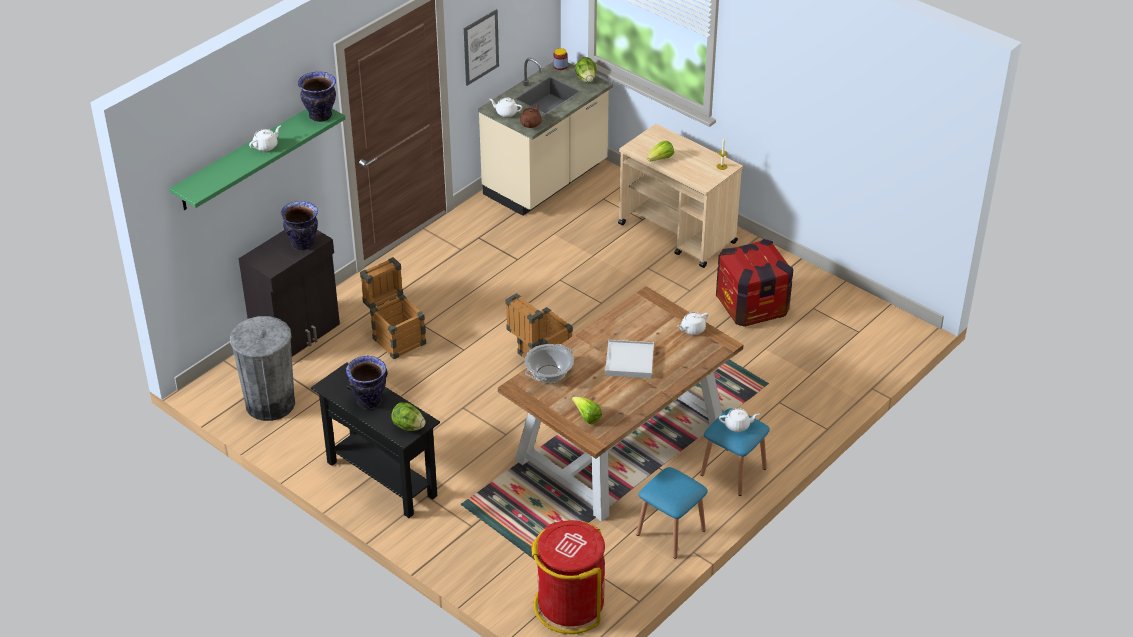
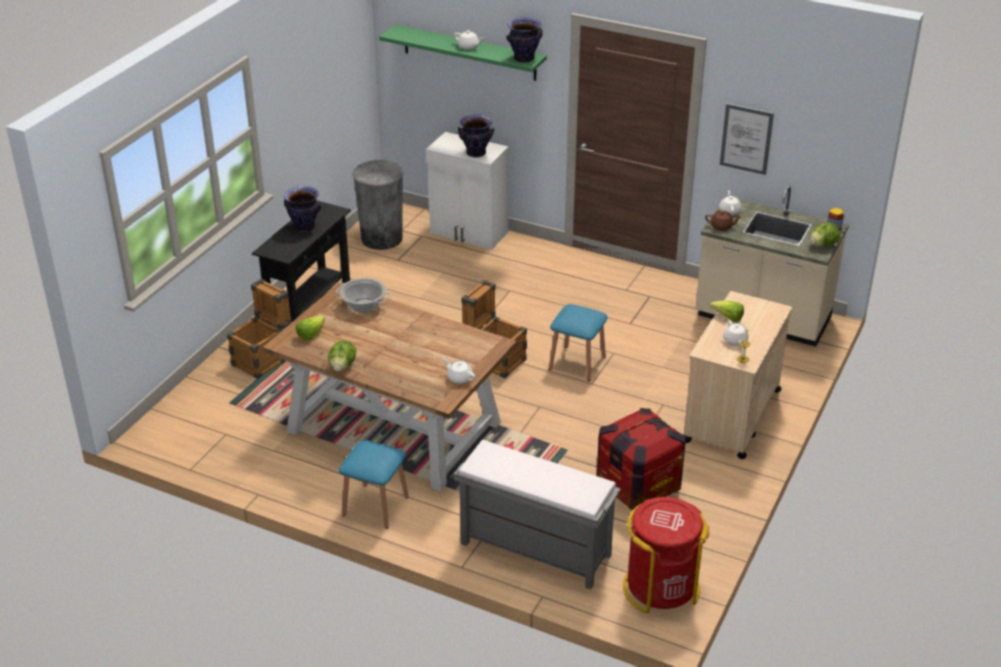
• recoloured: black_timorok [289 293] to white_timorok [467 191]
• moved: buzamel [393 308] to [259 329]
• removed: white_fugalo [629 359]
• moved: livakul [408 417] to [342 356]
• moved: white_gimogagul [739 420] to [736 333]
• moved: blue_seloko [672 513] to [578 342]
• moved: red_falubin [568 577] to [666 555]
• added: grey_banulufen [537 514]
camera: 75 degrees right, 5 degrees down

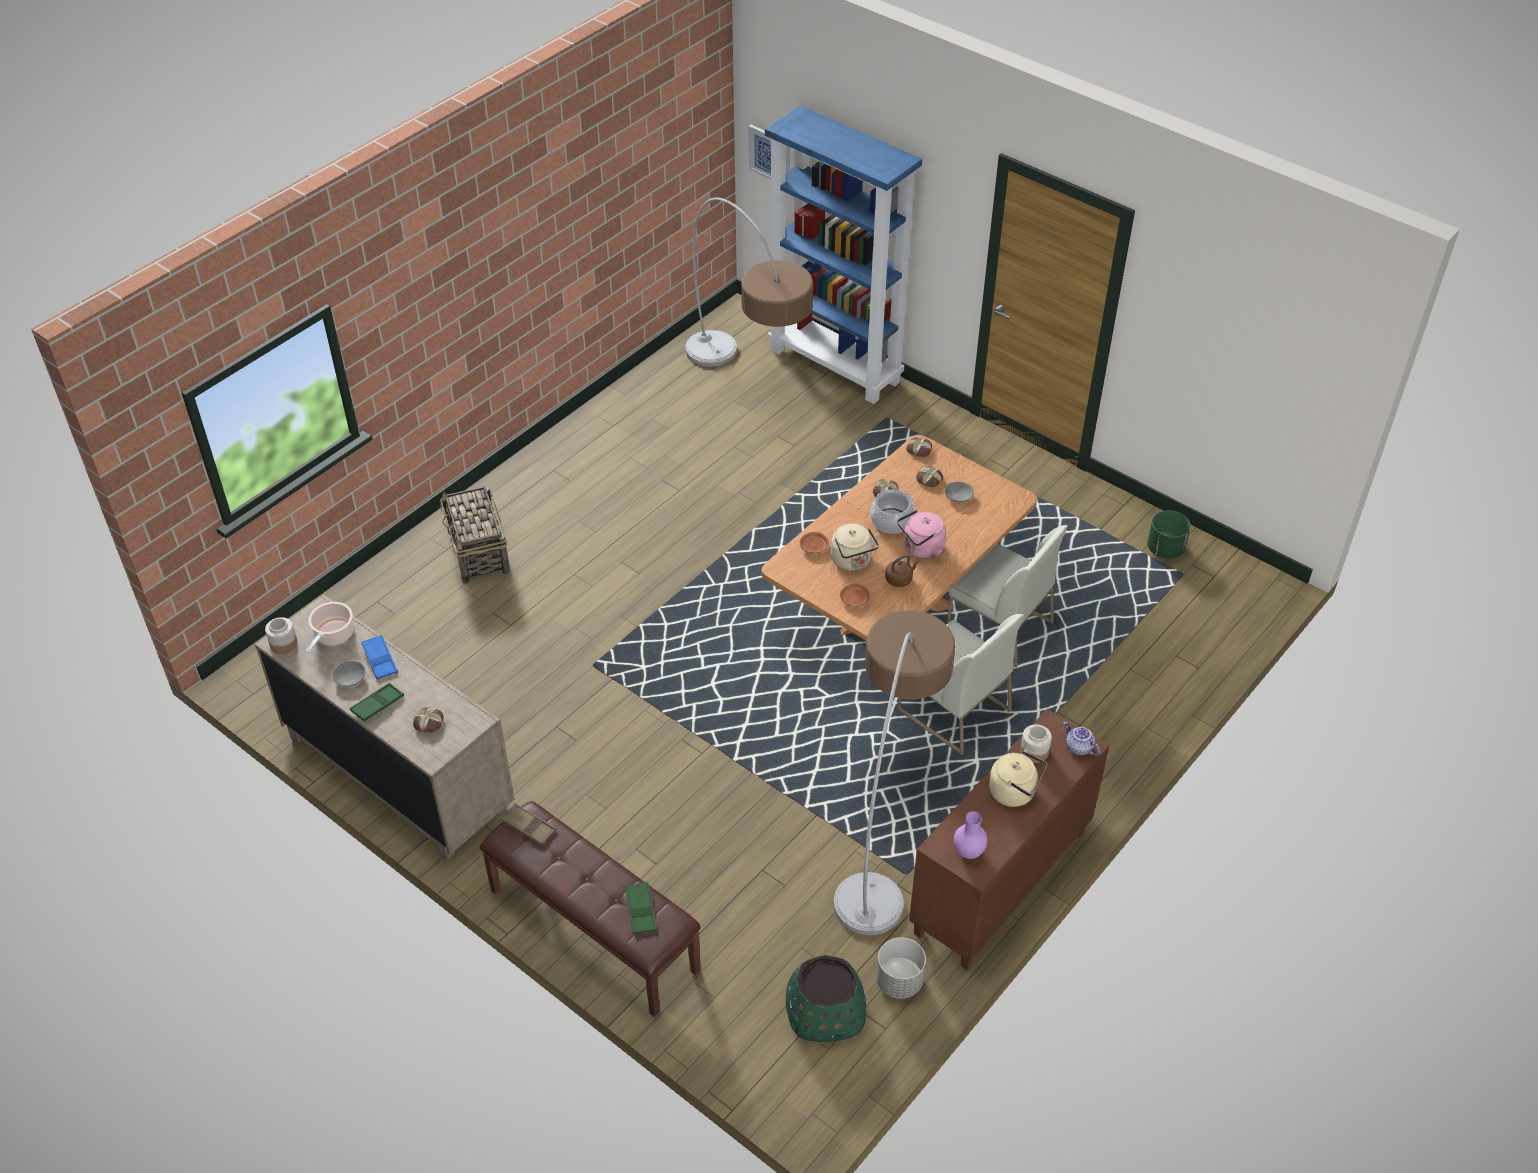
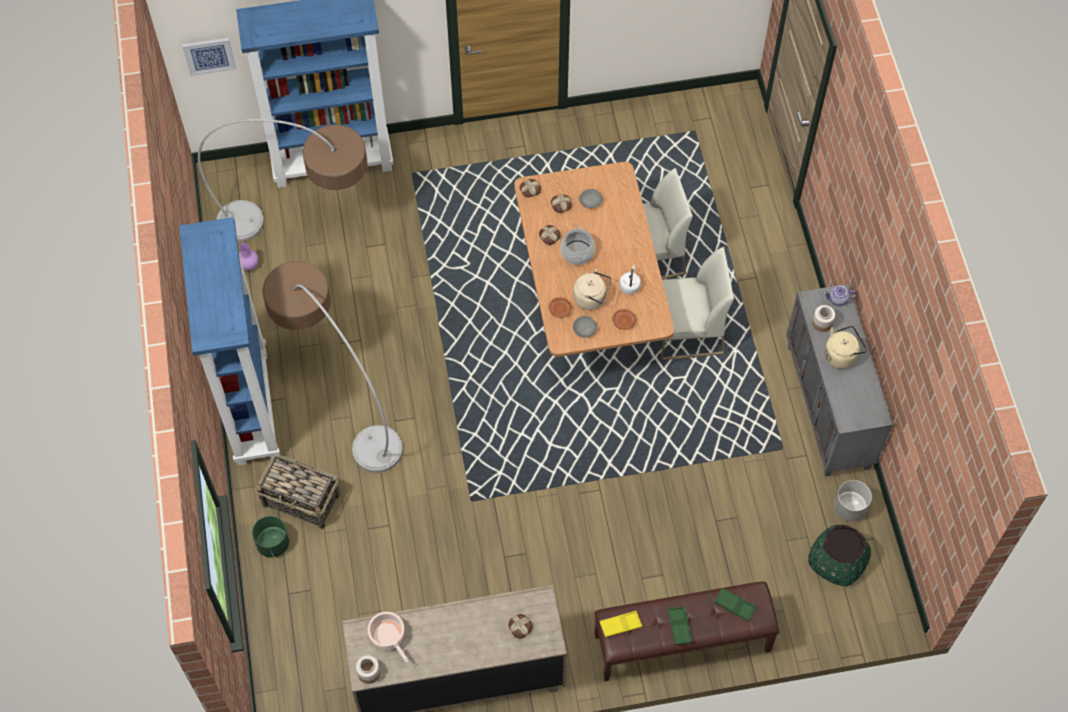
• removed: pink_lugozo [921 534]
• moved: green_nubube [1169 535] to [271 537]
• recoloured: brown_lugozo [902 571] to white_lugozo [630 279]
• moved: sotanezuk [895 772] to [333 367]
• removed: blue_fugalo [379 657]
• moved: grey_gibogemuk [349 674] to [585 326]
• moved: green_fugalo [377 702] to [680 625]
• recoloured: brown_timorok [1009 839] to grey_timorok [839 380]
• recoloured: brown_fugalo [528 825] to yellow_fugalo [621 624]
• moved: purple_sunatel [970 835] to [248 257]
• added: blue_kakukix [229 341]
camera: 50 degrees left, 15 degrees up

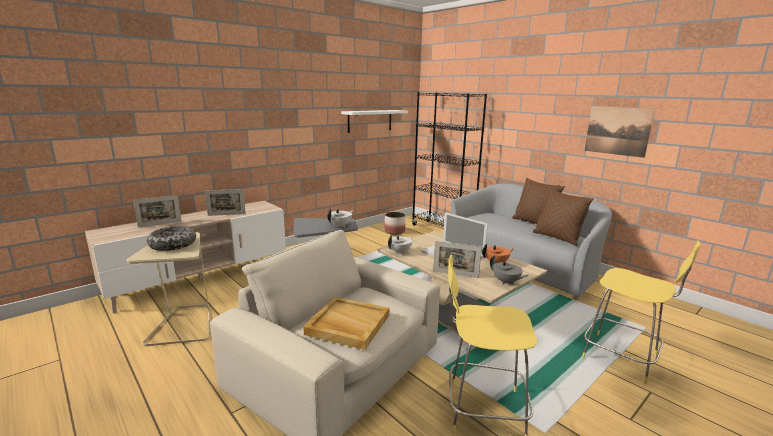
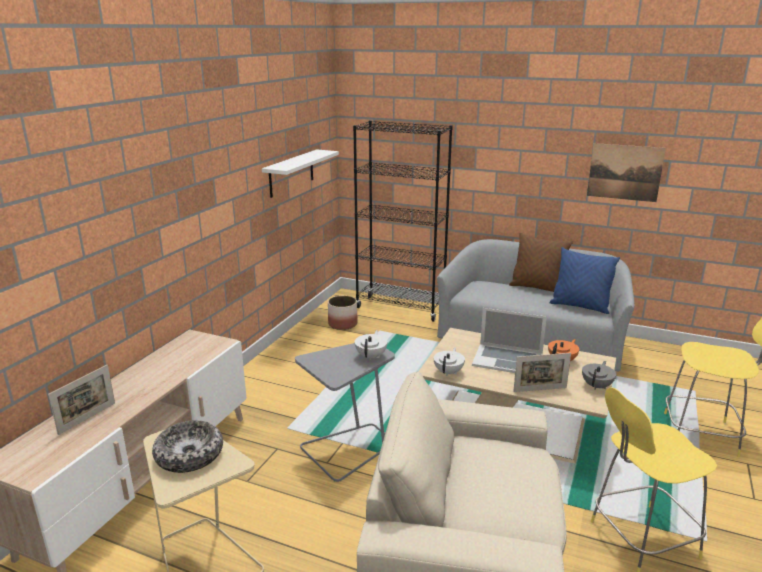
• recoloured: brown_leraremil [563 217] to blue_leraremil [585 280]
• removed: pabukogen [225 202]
• turned: grey_gimogagul [509 270] = [599 375] 75 degrees counterclockwise
• removed: beige_fugalo [346 323]
camera: 25 degrees left, 5 degrees up

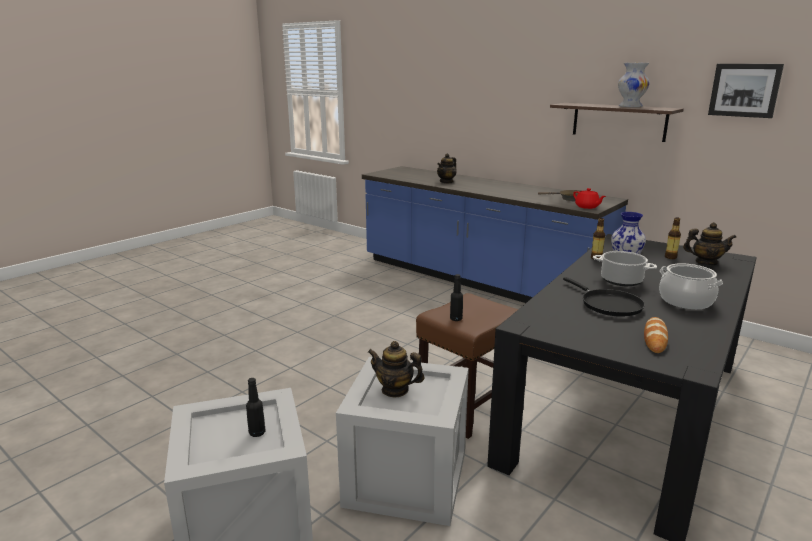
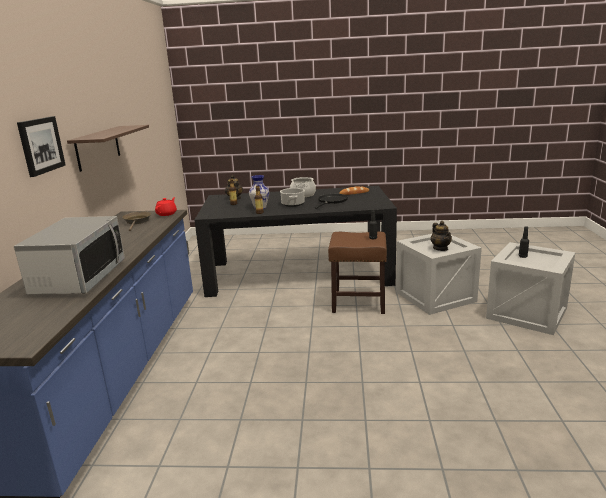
• removed: white_sunatel [634 85]
• moved: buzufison [746 91] to [41 146]
• replaced: gimogagul [446 168] to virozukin [69 255]
camera: 125 degrees left, 0 degrees up

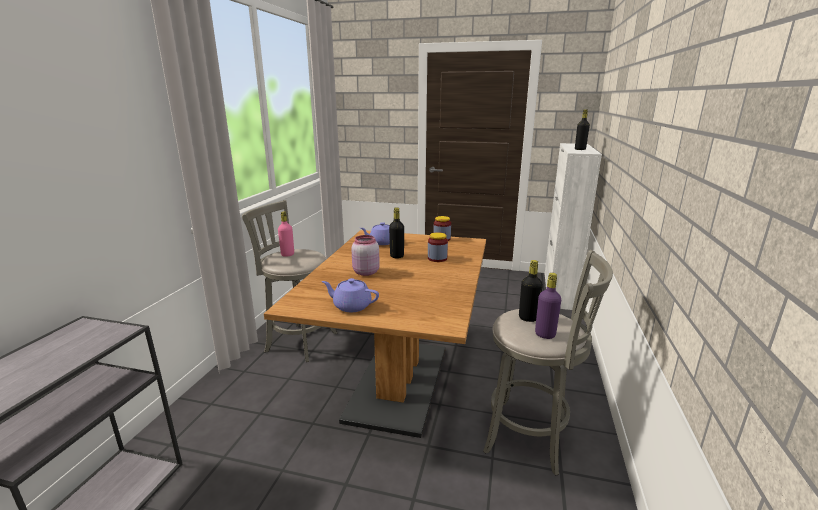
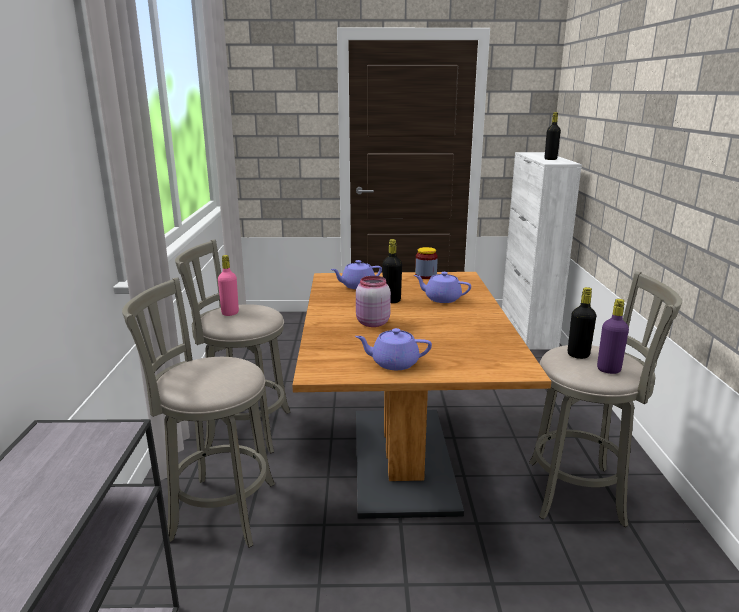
• replaced: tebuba [438 247] to purple_gimogagul [442 287]
• added: grey_seloko [198 412]
camera: 15 degrees left, 0 degrees up

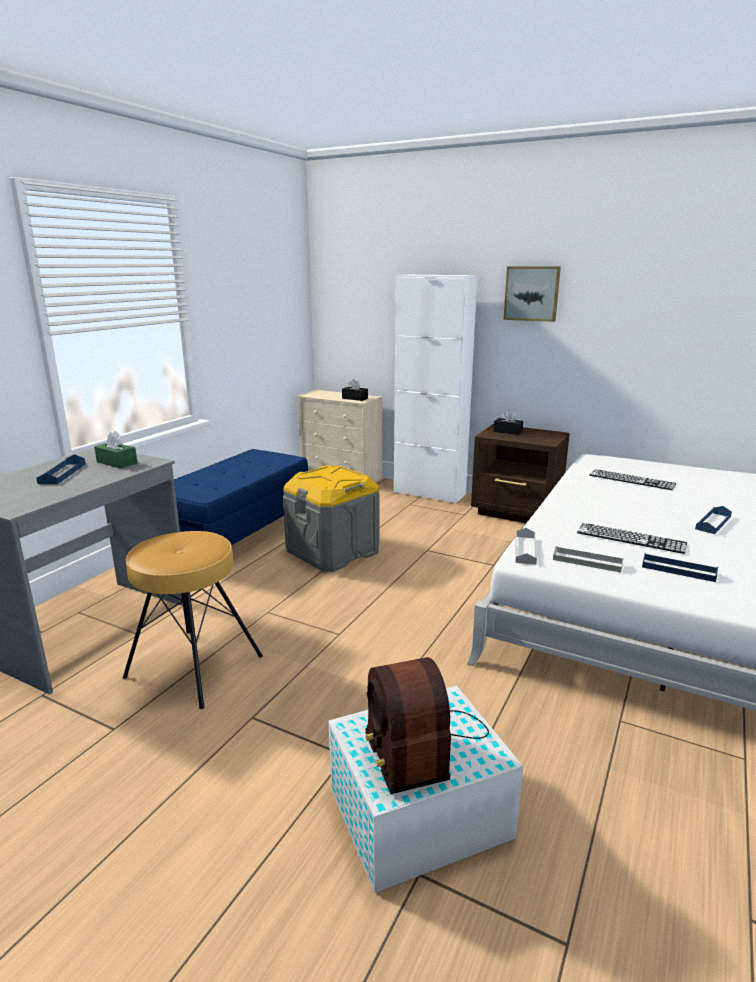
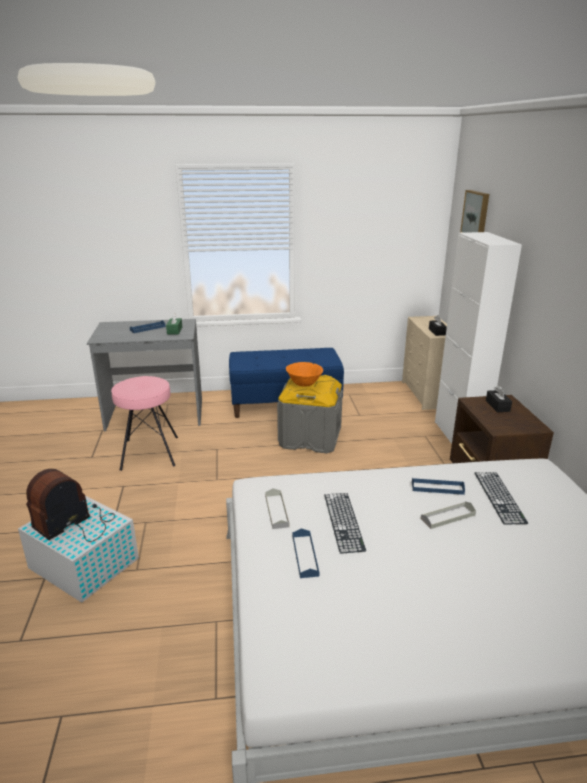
• moved: buzufison [532 294] to [474 211]
• moved: blue_fugalo [713 520] to [438 486]
• moved: grey_fugalo [526 546] to [448 515]
• recoloured: brown_seloko [193 620] to pink_seloko [144 423]
• added: orange_gibogemuk [304 374]
camera: 55 degrees right, 5 degrees up

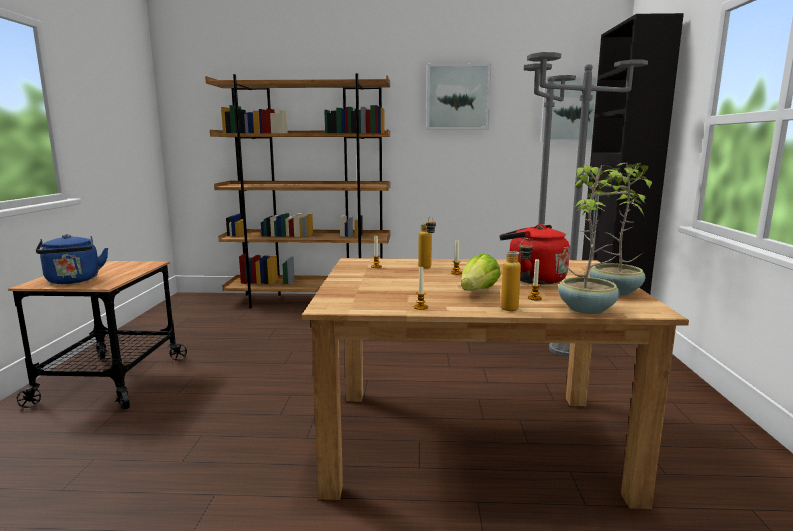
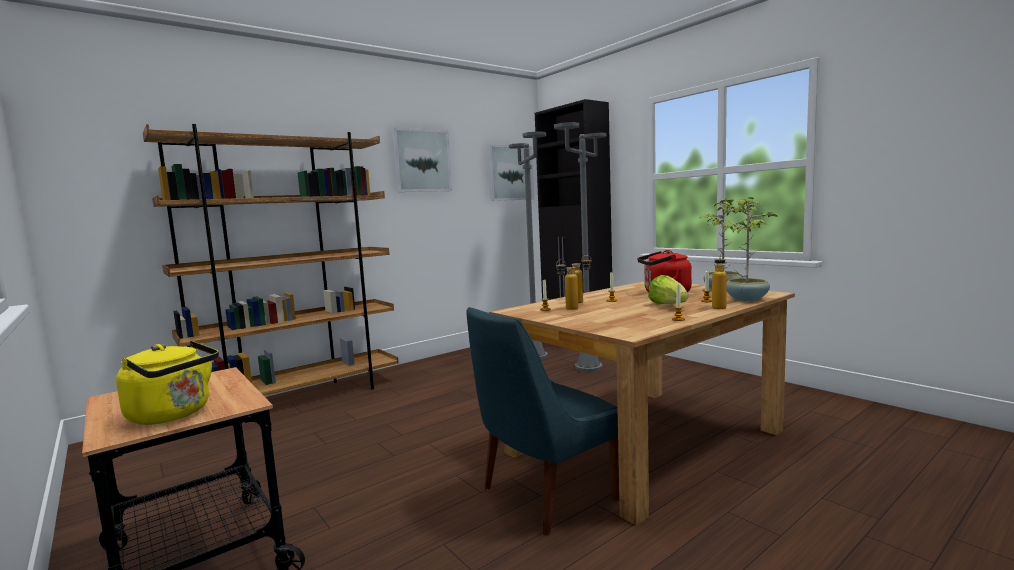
• recoloured: blue_lugozo [72 259] to yellow_lugozo [167 383]
• added: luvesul [567 284]
• added: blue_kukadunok [542 421]
camera: 40 degrees left, 5 degrees down

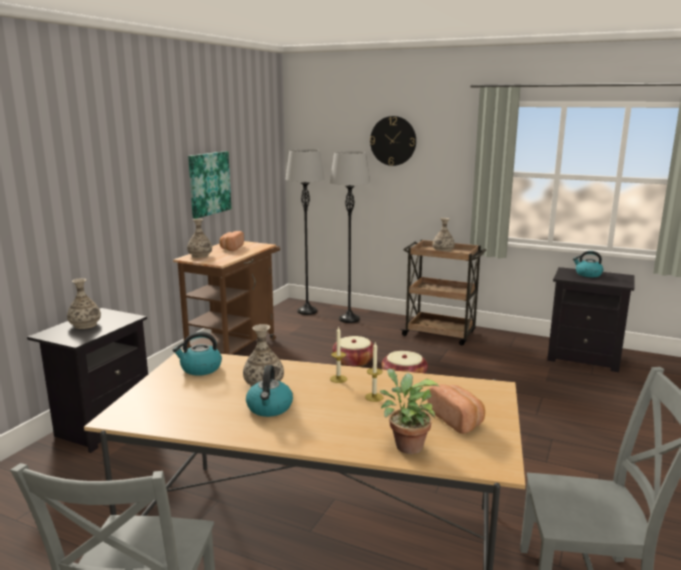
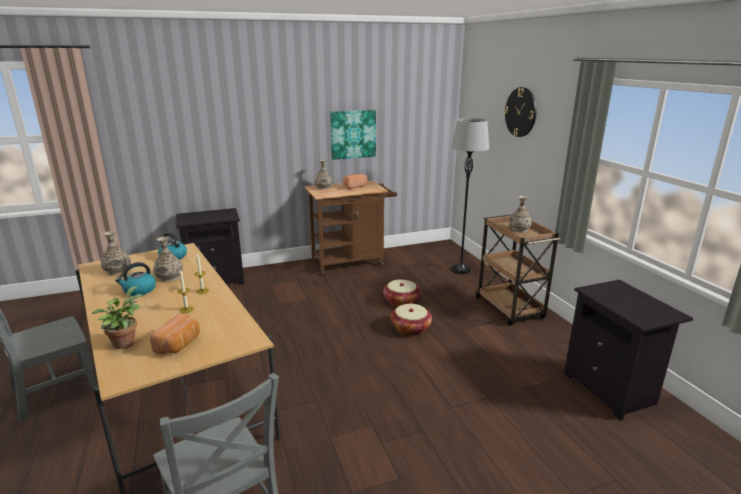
• removed: grey_sotanezuk [305 232]
• removed: lugozo [588 264]
• moved: sunatel [84 303] to [116 253]
camera: 45 degrees right, 5 degrees up

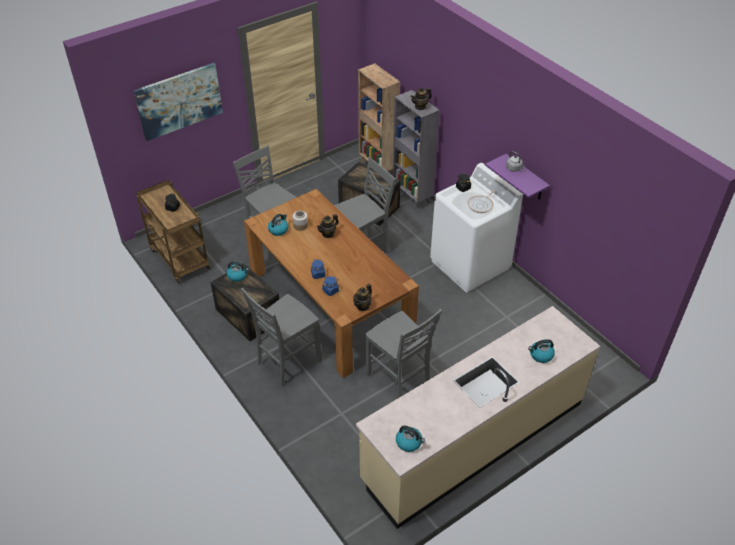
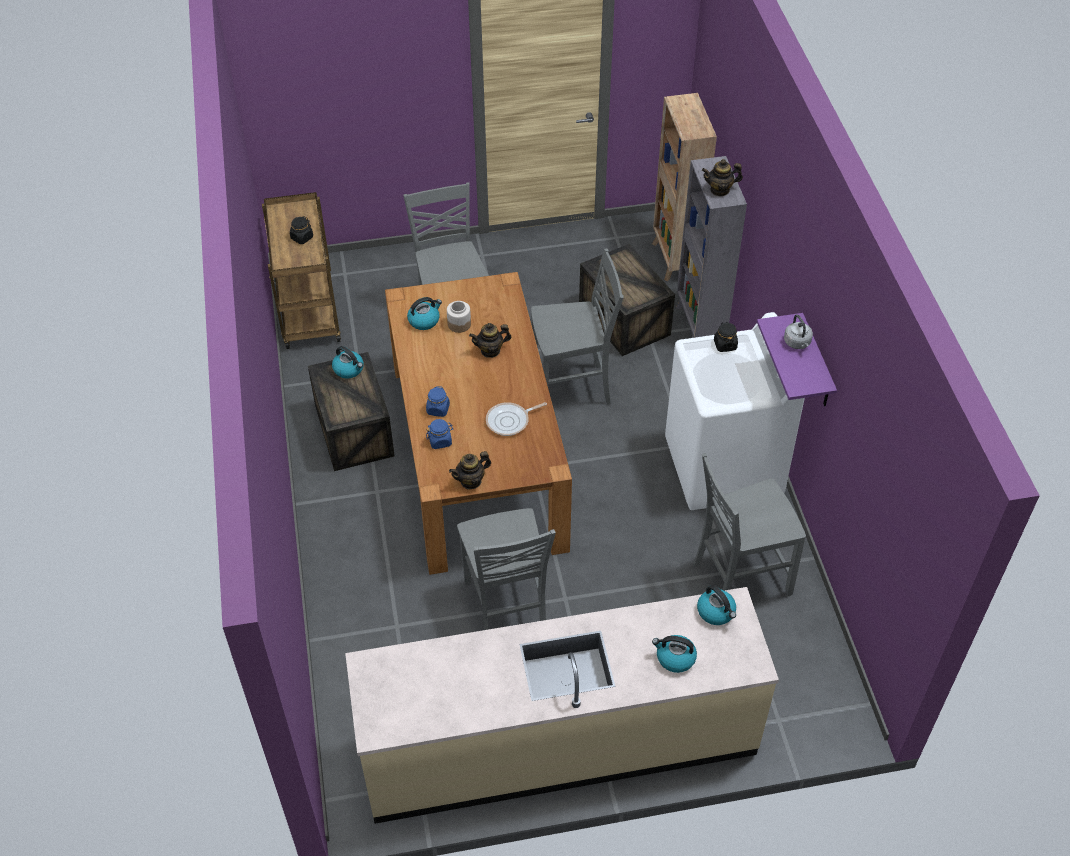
• removed: buzufison [178 102]
• moved: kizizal [482 201] to [516 419]
• moved: grey_kukadunok [281 337] to [750 524]
• moved: lugozo [410 439] to [716 605]
camera: 25 degrees right, 5 degrees up

